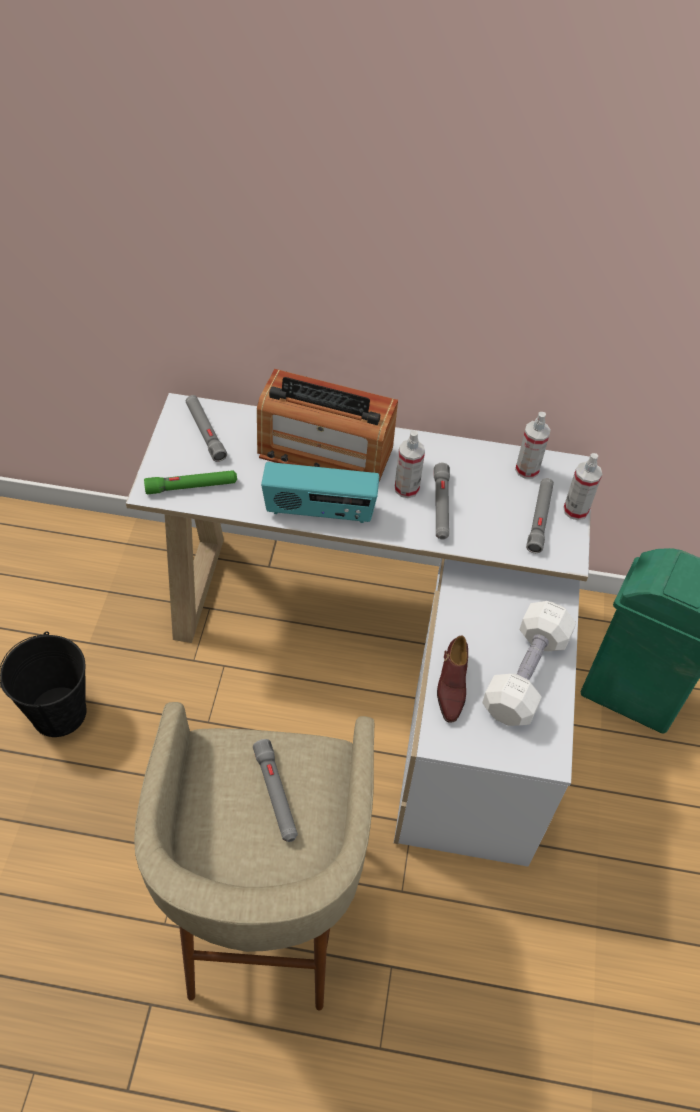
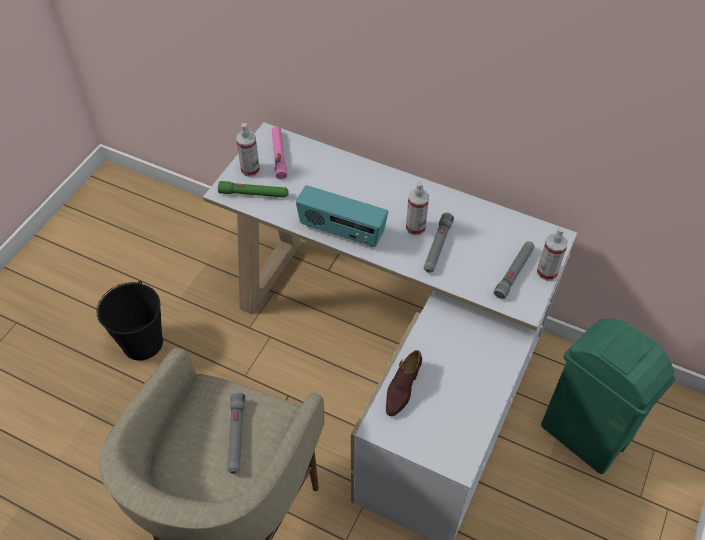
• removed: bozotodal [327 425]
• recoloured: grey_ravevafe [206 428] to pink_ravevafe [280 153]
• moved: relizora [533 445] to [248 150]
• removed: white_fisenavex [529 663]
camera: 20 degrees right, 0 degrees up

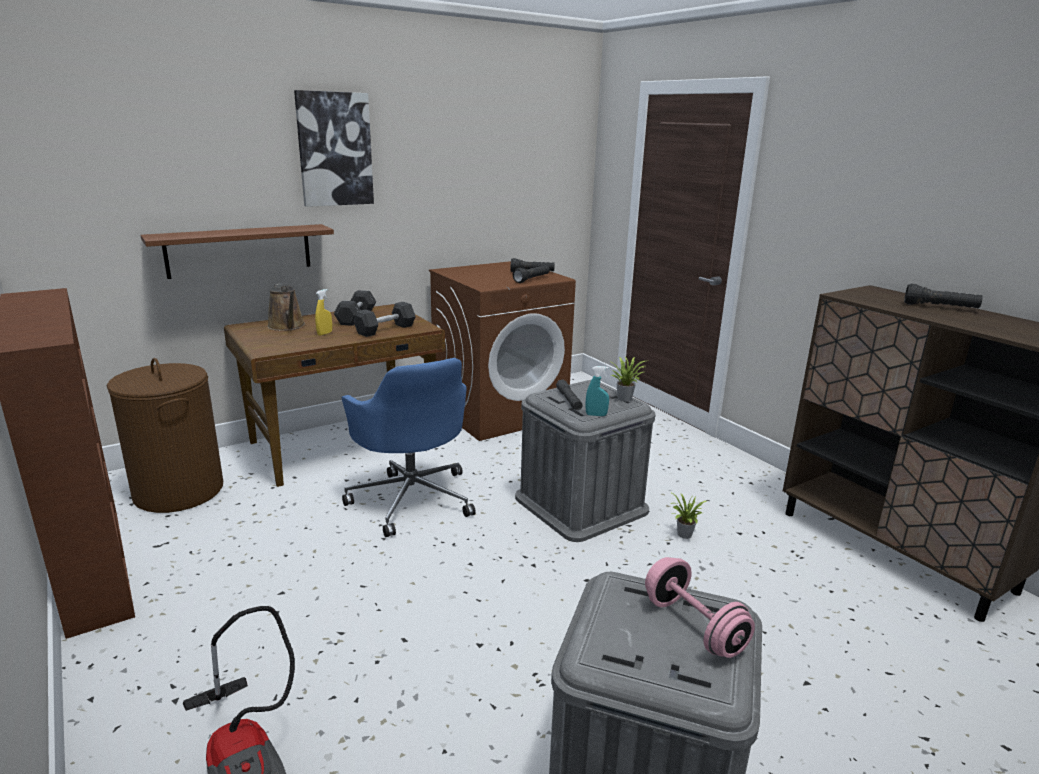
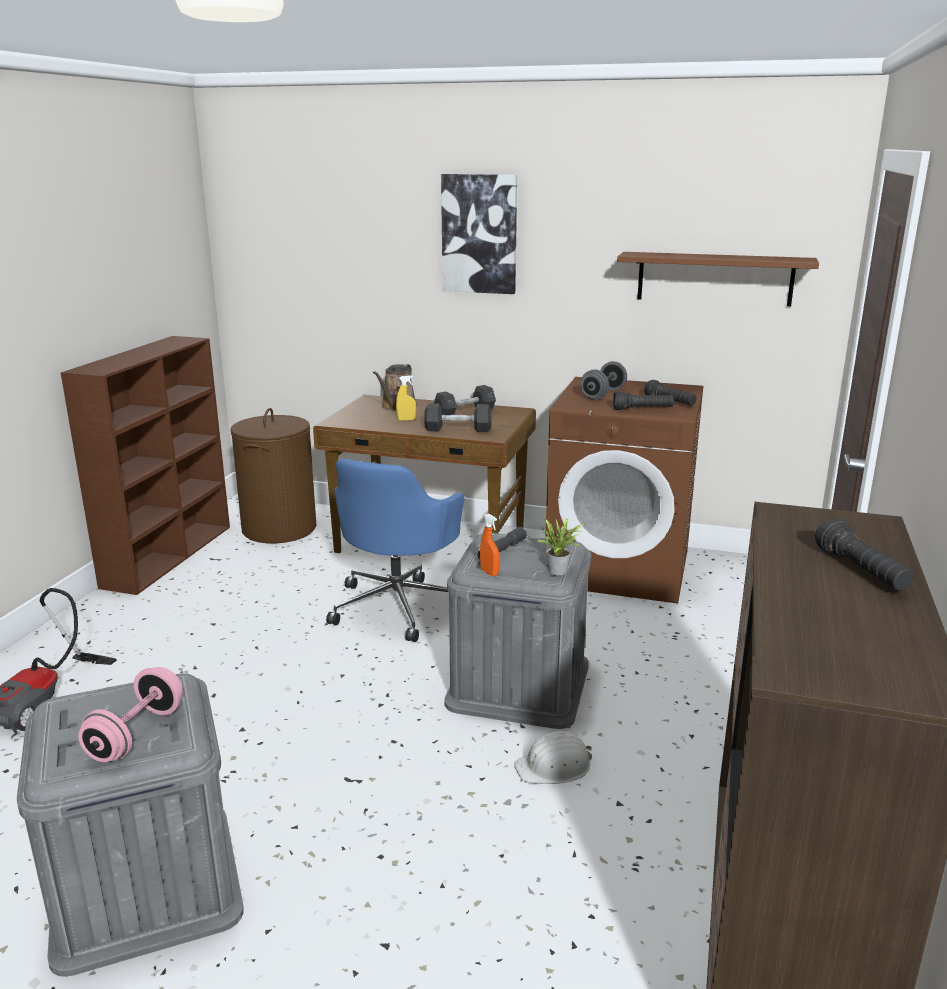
• moved: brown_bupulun [237 251] to [718 279]
• recoloured: turquoise_relizora [597 391] to orange_relizora [490 545]
• replaced: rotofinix [688 515] to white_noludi [553 757]
• added: grey_fisenavex [604 380]
camera: 50 degrees right, 0 degrees up

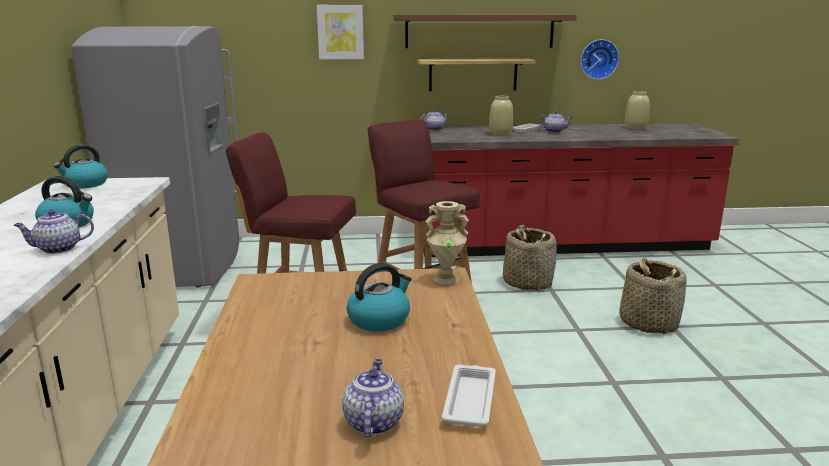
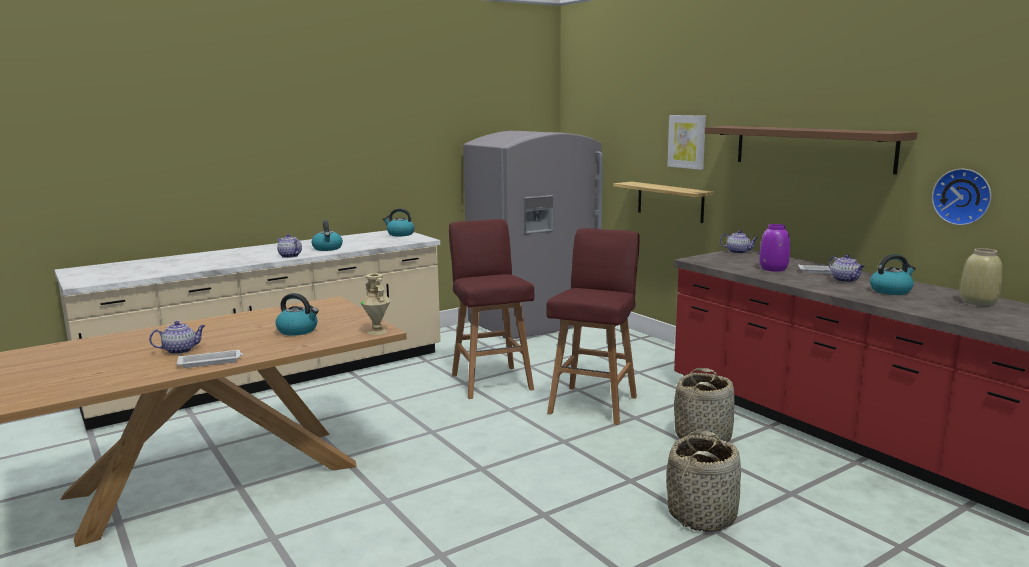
• moved: bupulun [476 74] to [663 202]
• recoloured: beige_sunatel [501 116] to purple_sunatel [774 248]
• added: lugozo [893 274]
camera: 60 degrees right, 5 degrees down

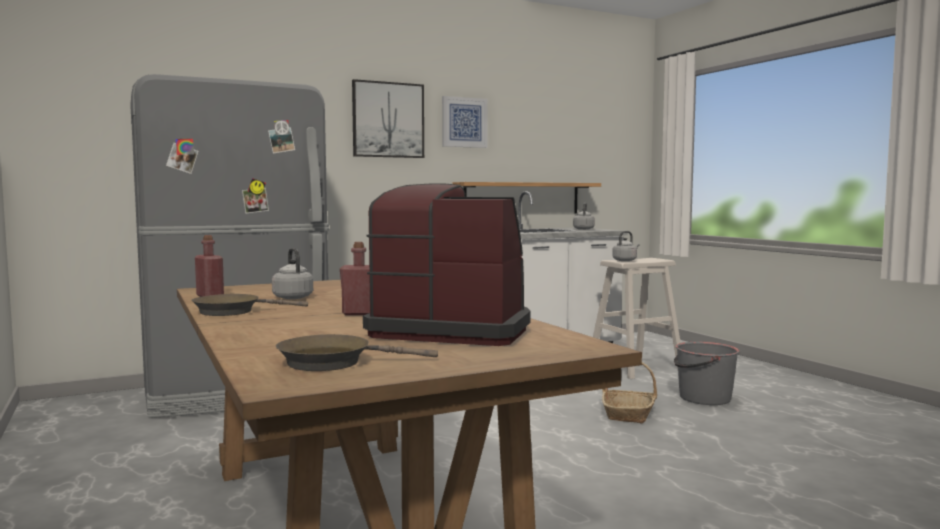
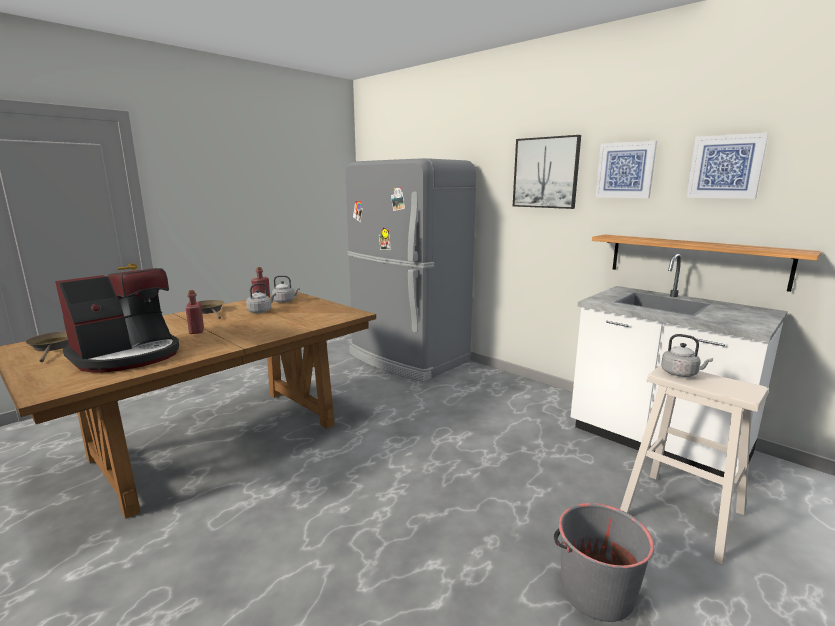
• turned: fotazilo [447 264] = [117 320] 45 degrees clockwise
• moved: grey_lugozo [584 216] to [286 289]
• removed: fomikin [629 392]
• added: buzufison [727 166]
camera: 70 degrees right, 10 degrees up

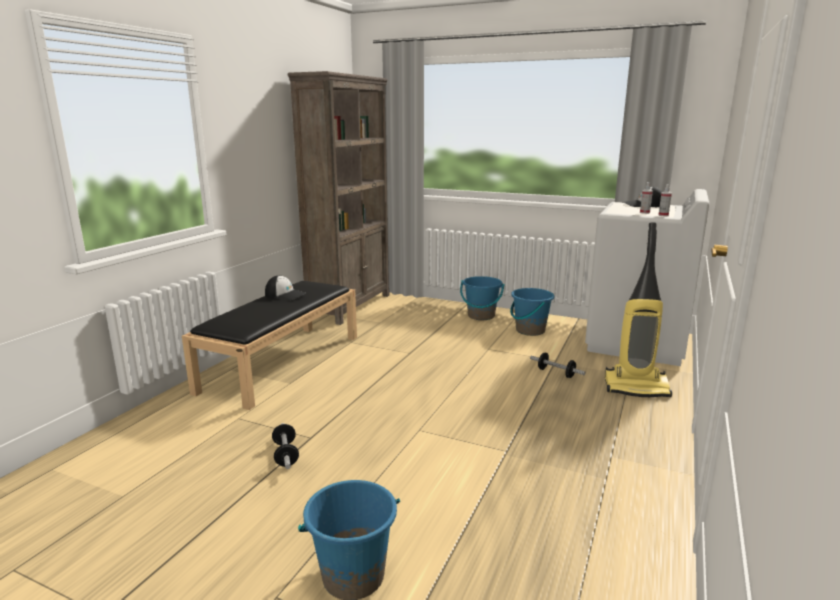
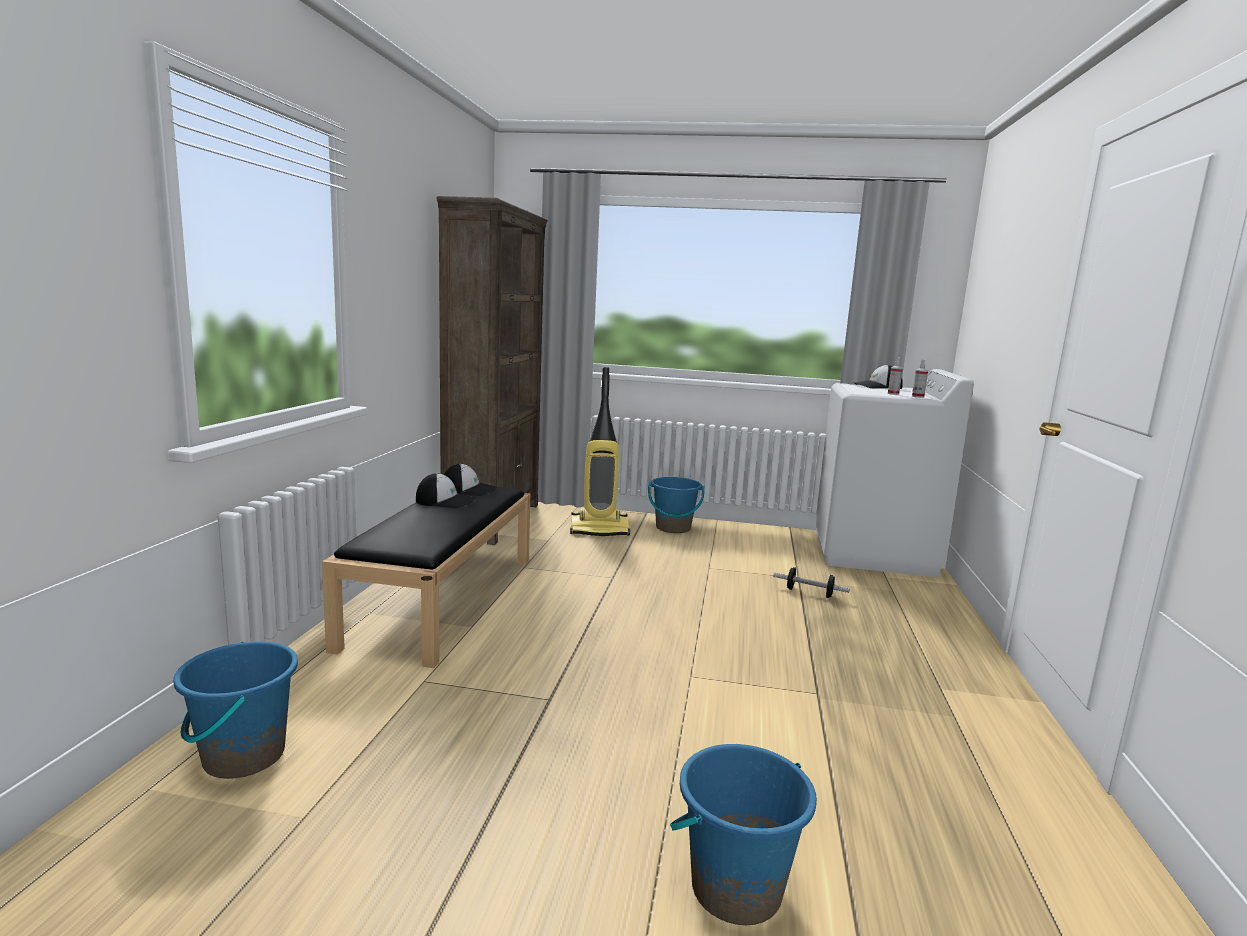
• moved: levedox [638 309] to [600 451]
• moved: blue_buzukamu [532 312] to [235 710]
• removed: fisenavex [285 446]
• added: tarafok [470 480]
camera: 15 degrees left, 5 degrees down

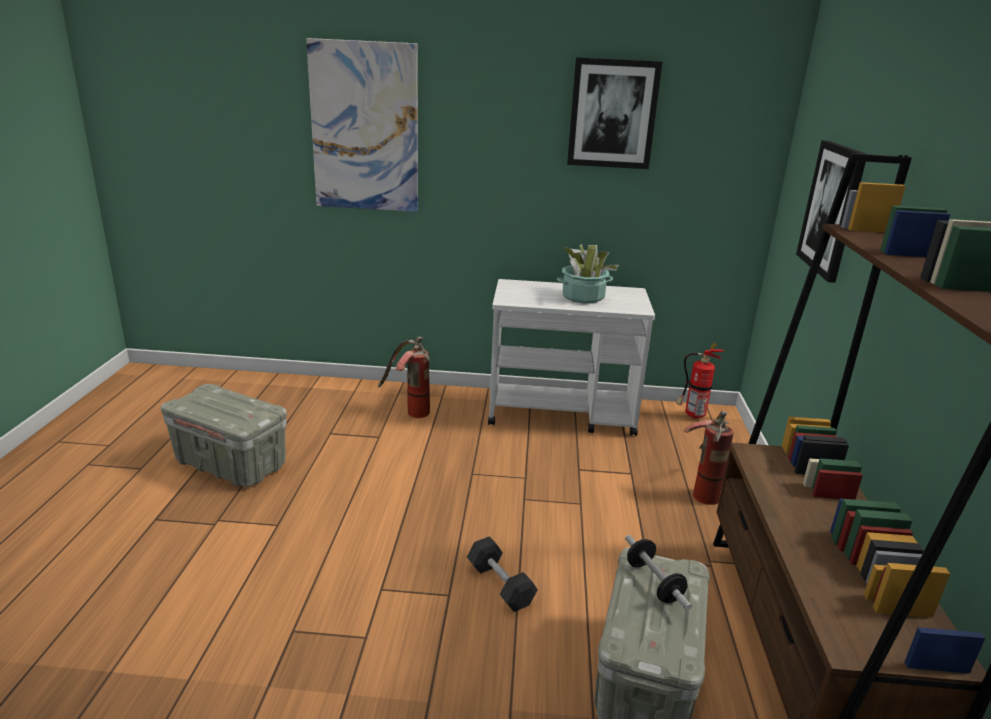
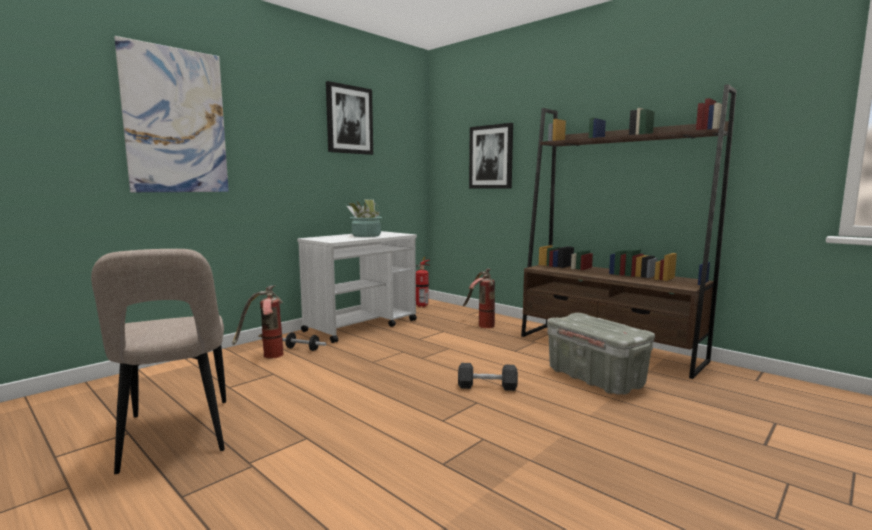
• replaced: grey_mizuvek [224 435] to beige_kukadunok [158 361]
• moved: fisenavex [658 573] to [304 341]
camera: 50 degrees left, 15 degrees down

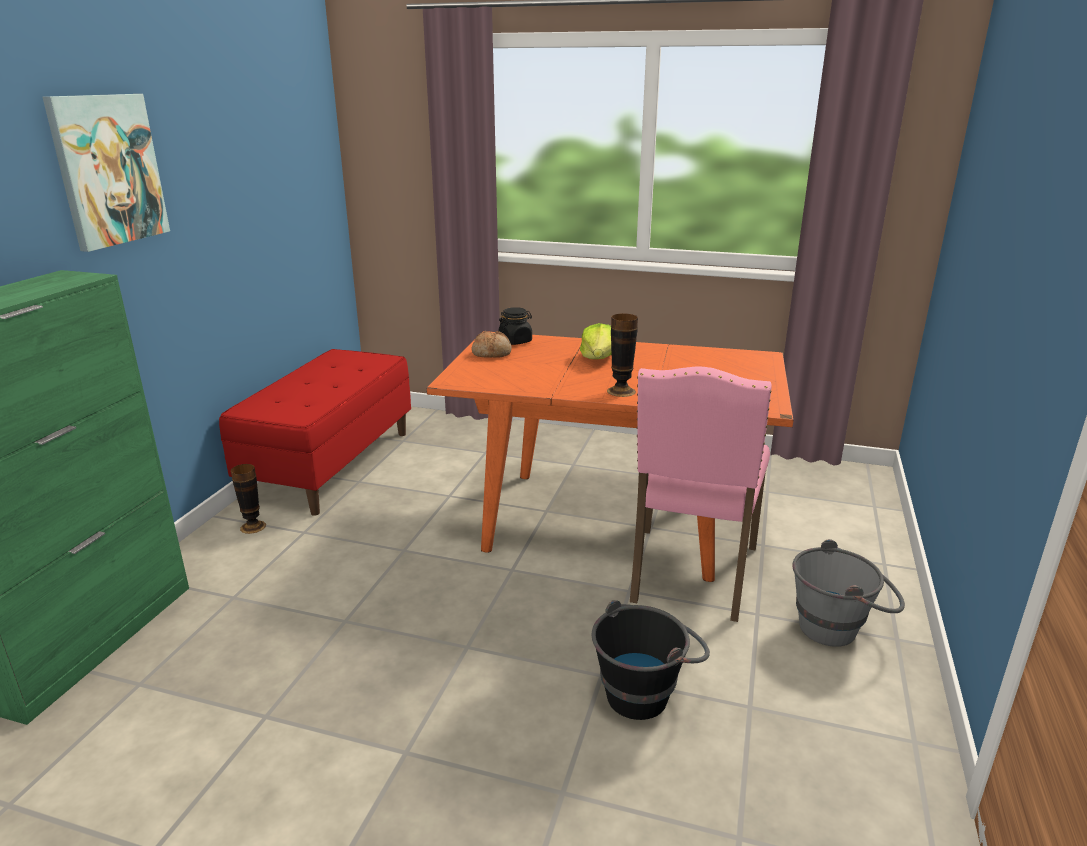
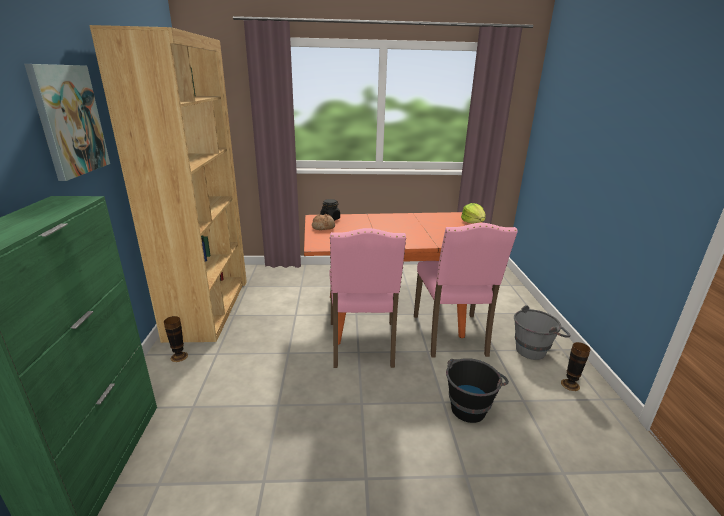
• moved: sunatel [622 355] to [576 366]
• moved: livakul [596 341] to [473 213]
• replaced: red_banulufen [315 432] to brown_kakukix [168 184]
• added: pink_kukadunok [367 298]
camera: 20 degrees left, 0 degrees up

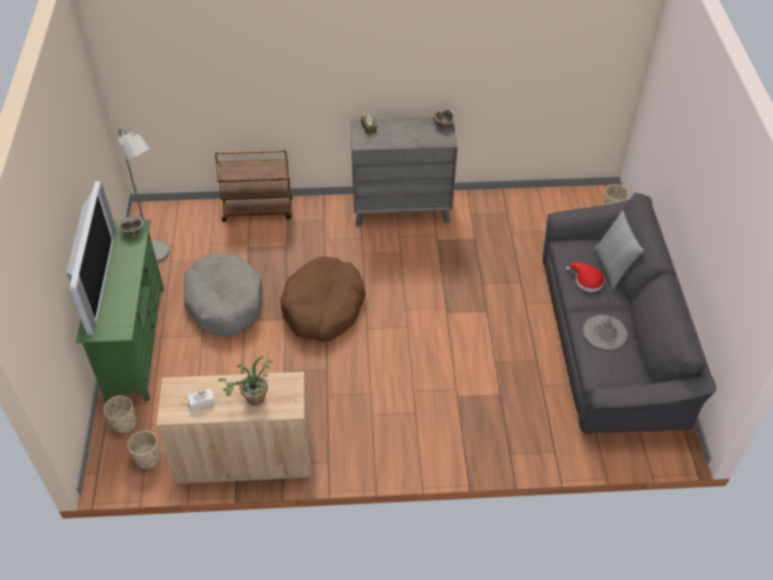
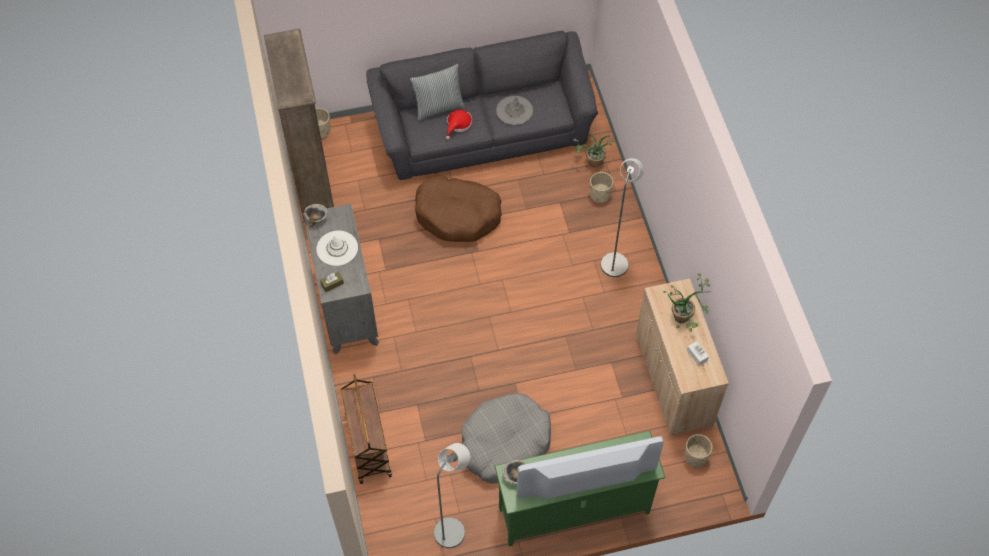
• moved: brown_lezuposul [323 299] to [458 208]
• moved: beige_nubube [119 415] to [601 187]
• added: brown_kakukix [299 125]
• added: rotofinix [594 151]
• added: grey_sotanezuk [622 217]
• added: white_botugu [337 248]
camera: 100 degrees left, 10 degrees up

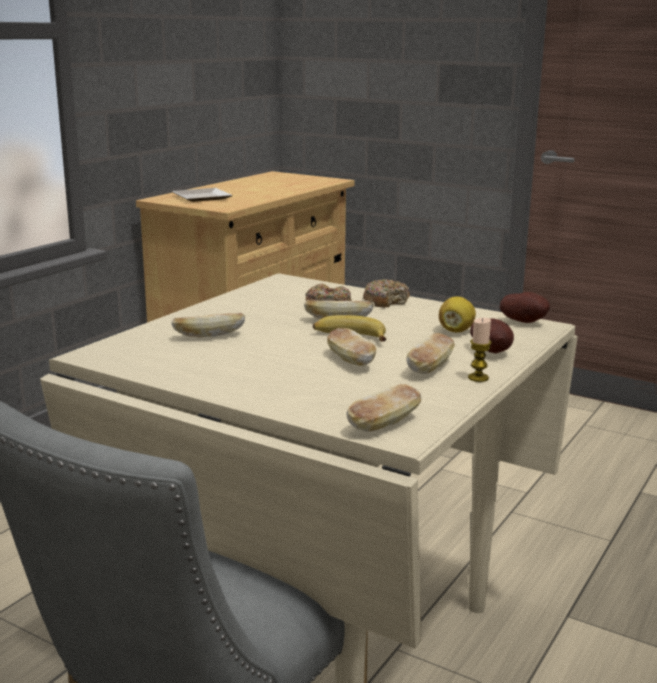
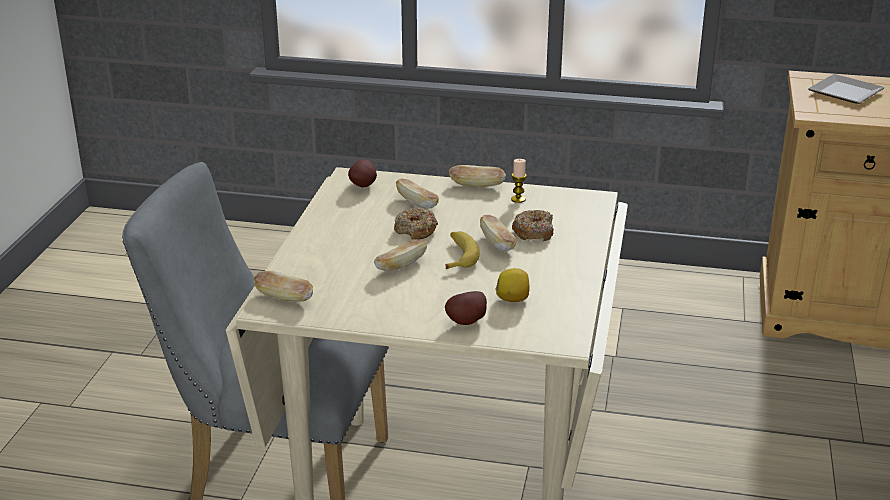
• moved: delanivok [386 293] to [416 224]
• moved: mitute [525 307] to [362 173]
• moved: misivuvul [480 350] to [519 181]
• moved: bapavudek [430 353] to [477 176]
camera: 70 degrees right, 10 degrees up

